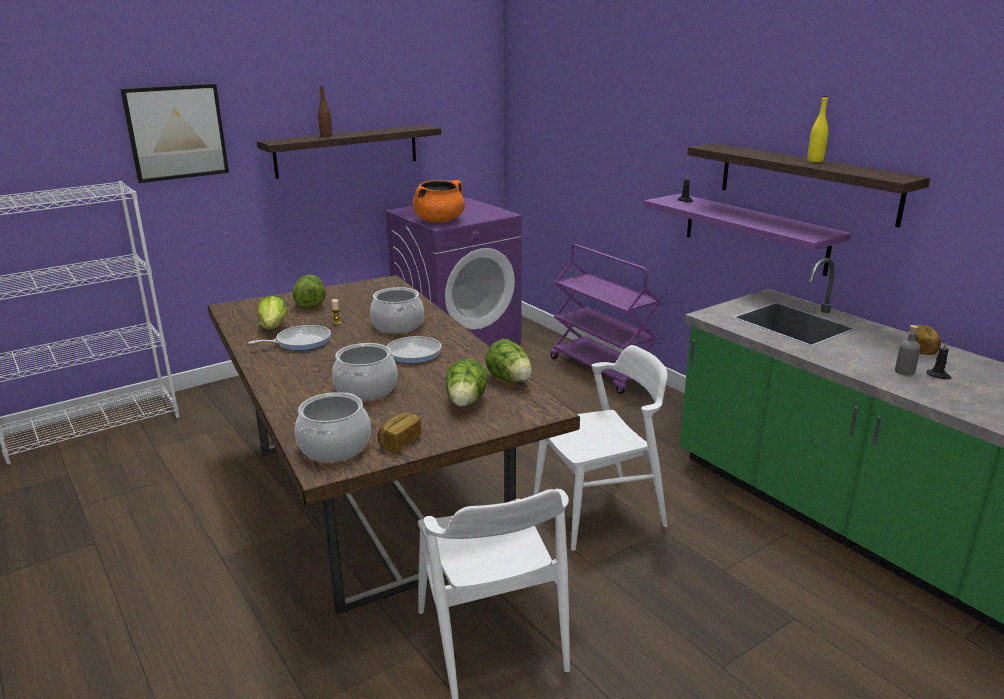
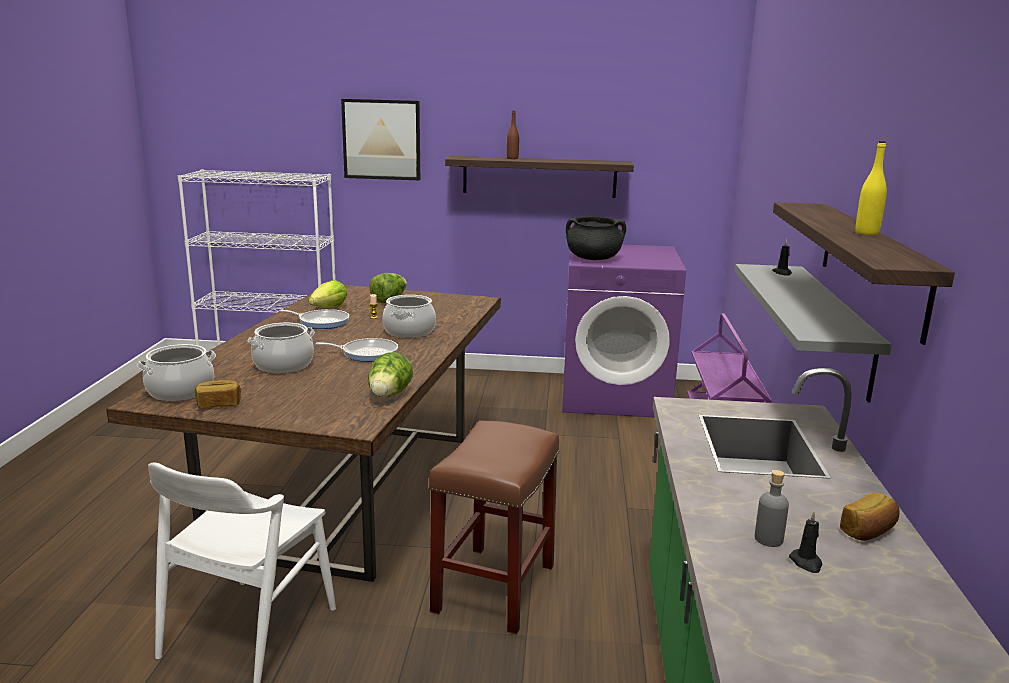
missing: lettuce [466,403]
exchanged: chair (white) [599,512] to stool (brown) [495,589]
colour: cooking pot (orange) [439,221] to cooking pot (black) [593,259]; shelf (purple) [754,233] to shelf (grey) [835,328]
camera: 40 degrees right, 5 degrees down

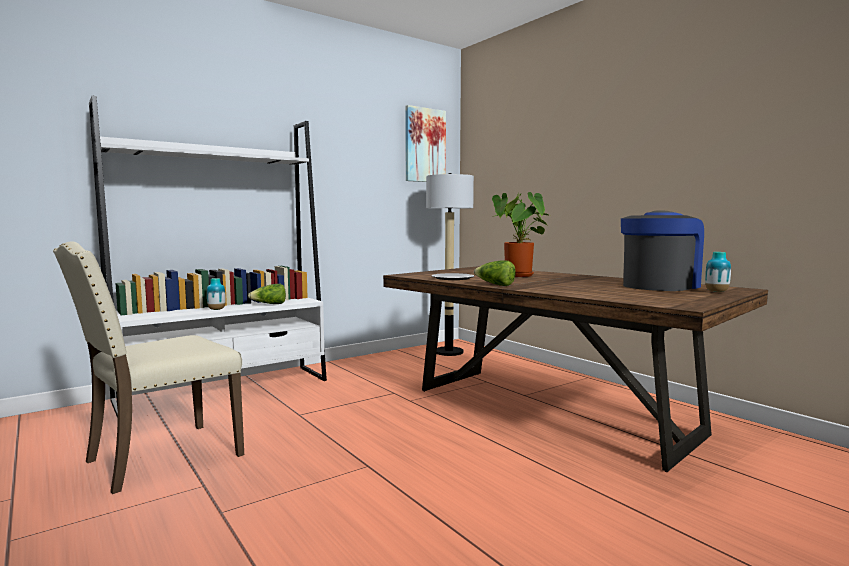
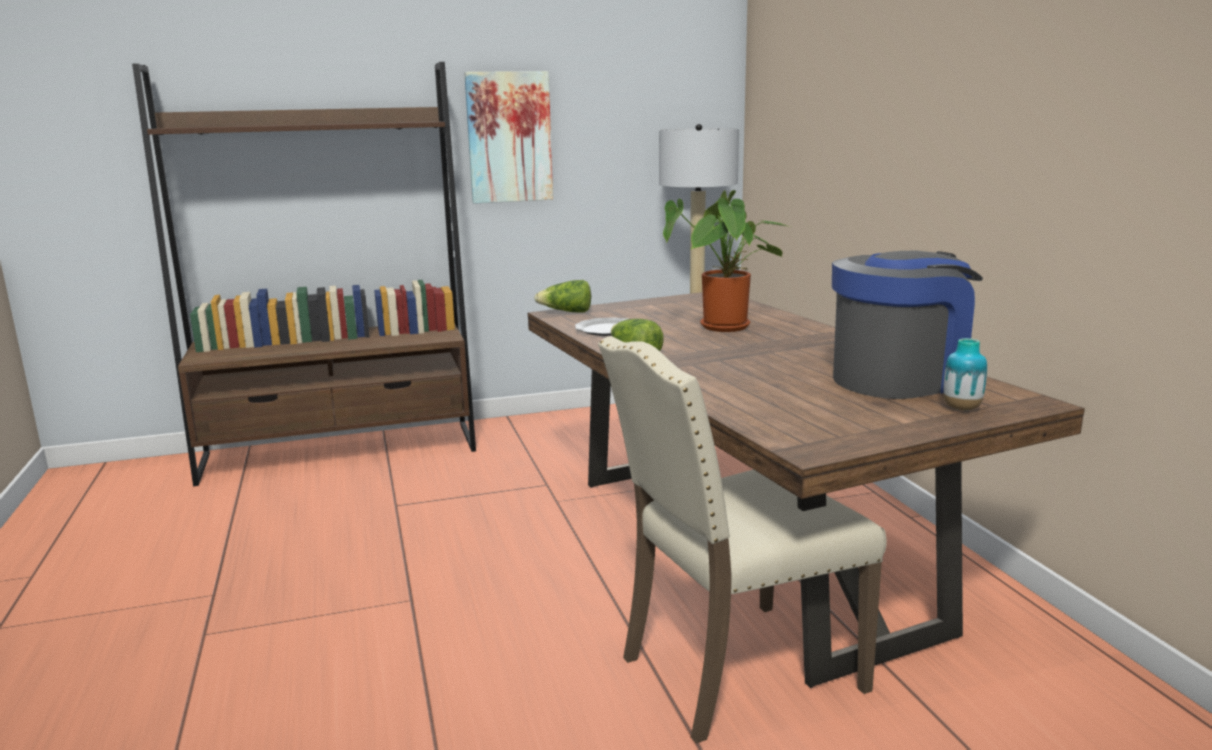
missing: vase [216,309]
relocated: picture [424,145] to [509,137]; lettuce [269,304] to [566,312]; chair (beige) [160,458] to [734,672]
colour: bookcase (white) [226,390] to bookcase (brown) [341,452]
camera: 20 degrees right, 10 degrees up

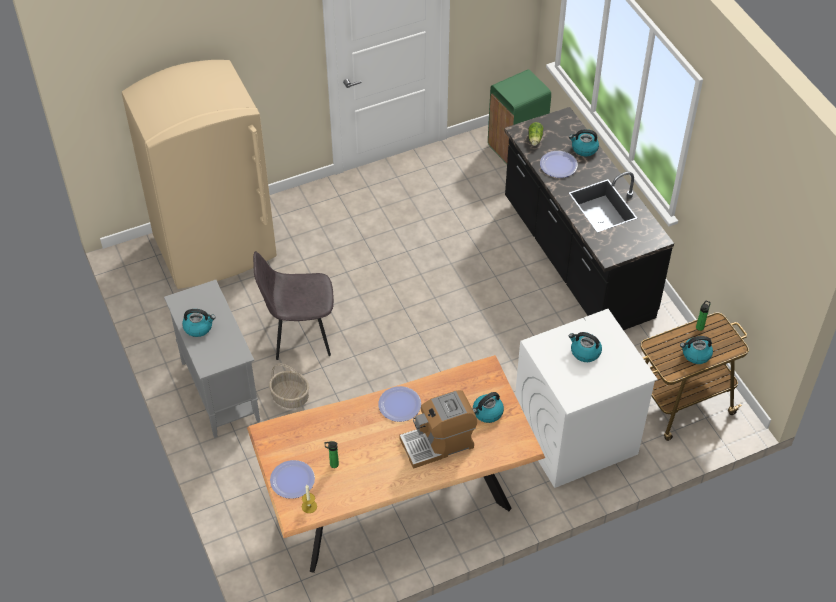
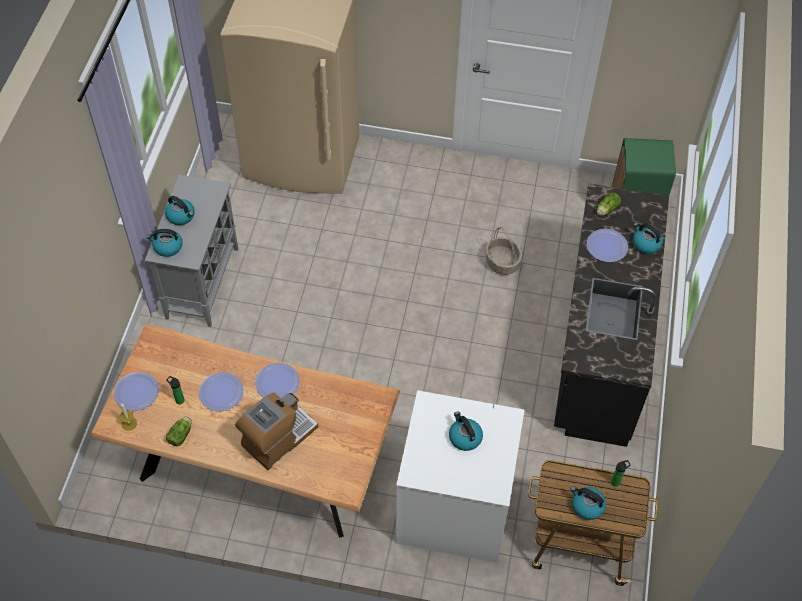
missing: chair (grey) [299,334]
appeared: lettuce [181,434]; plate [221,392]
relocated: kettle [487,413] to [167,247]; basket [291,397] to [502,263]
spun: coffee machine [438,443] = [278,437] 120 degrees clockwise
camera: 35 degrees right, 5 degrees up

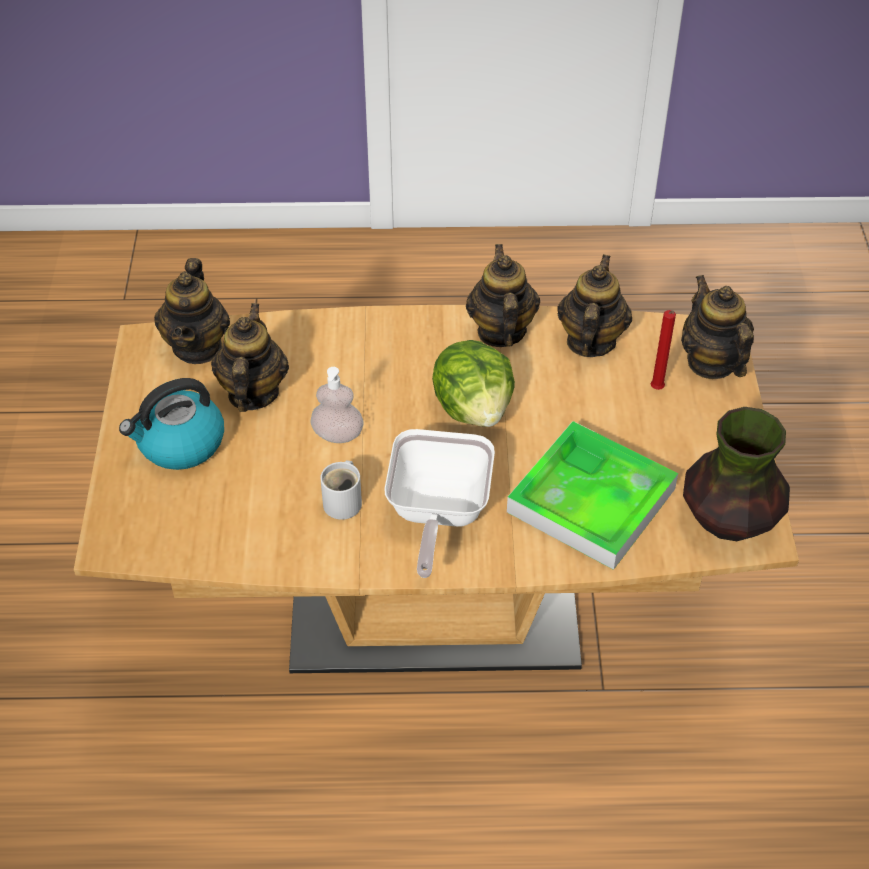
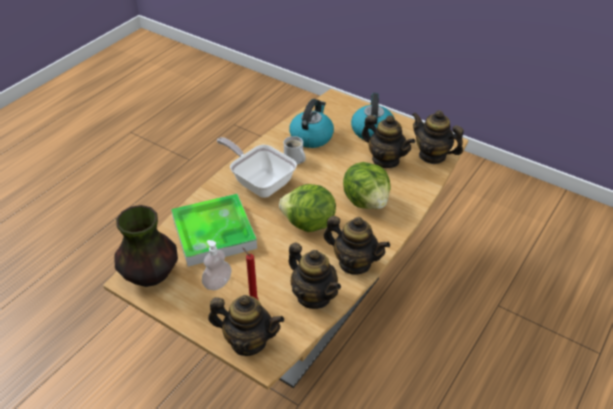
appeared: kettle [311,136]; lettuce [366,201]
relocated: soap dispenser [337,435] to [217,283]
camera: 125 degrees right, 5 degrees down

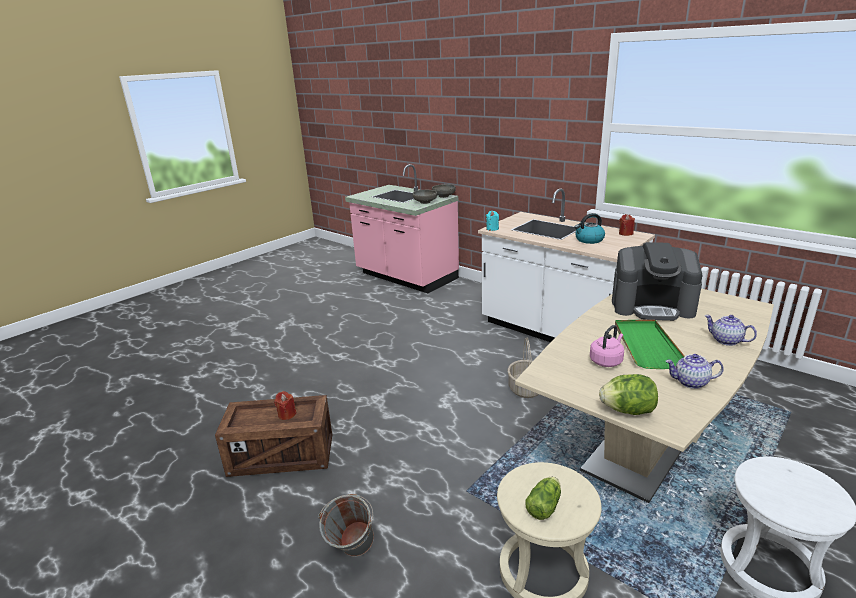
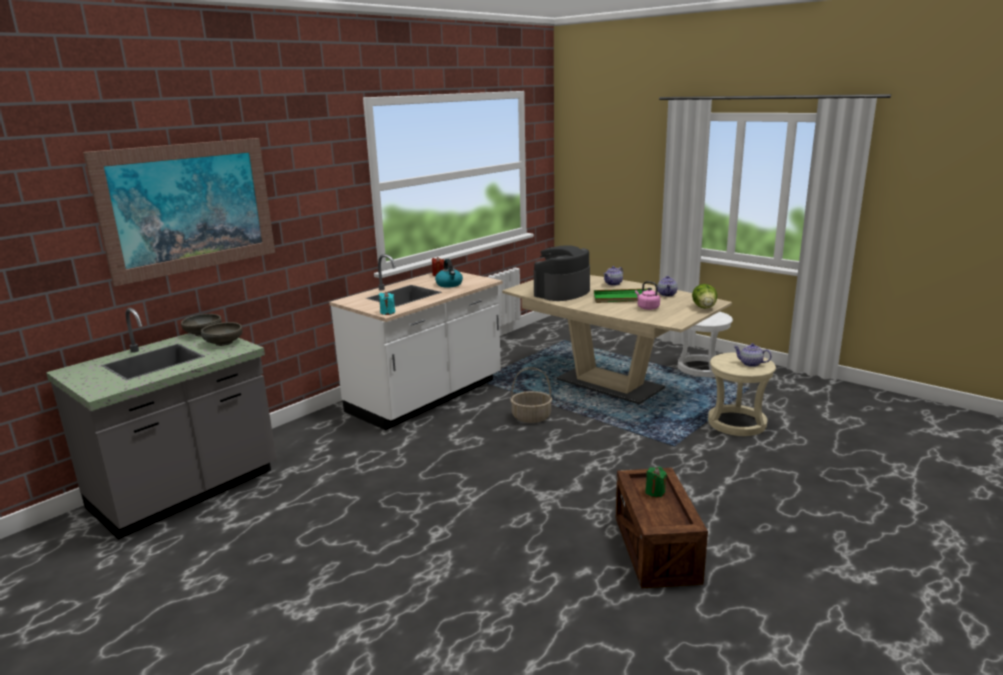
missing: bucket (grey) [352,554]
appeared: picture [189,207]
exchanged: lettuce [545,505] to teapot [750,364]
colour: counter (pink) [406,277] to counter (grey) [186,491]; candle (red) [287,414] to candle (green) [655,492]
spun: coffee machine [652,306] = [562,292] 150 degrees counterclockwise
camera: 90 degrees left, 5 degrees down

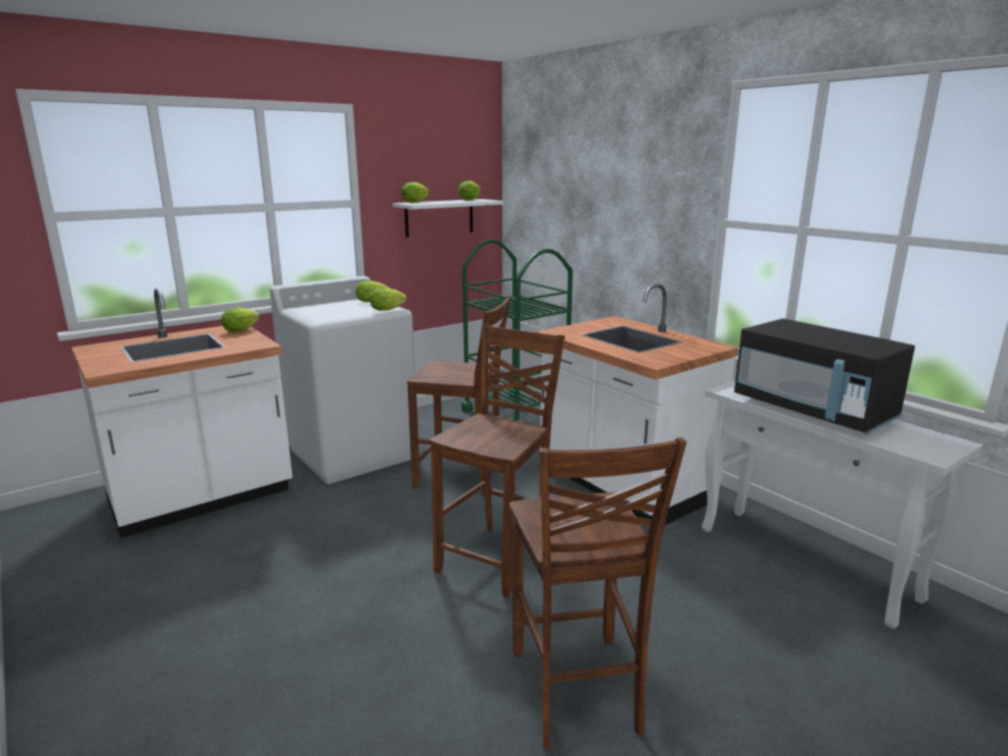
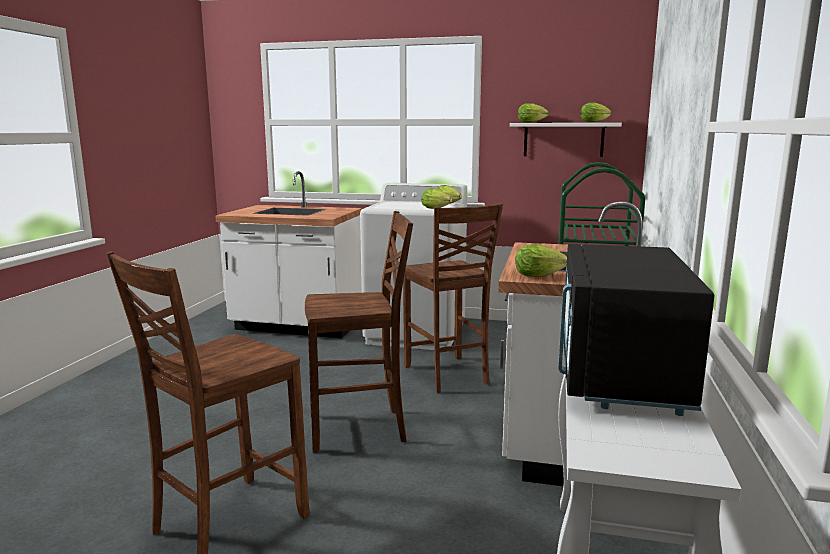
relocated: lettuce [243,330] to [541,276]
camera: 50 degrees right, 5 degrees down

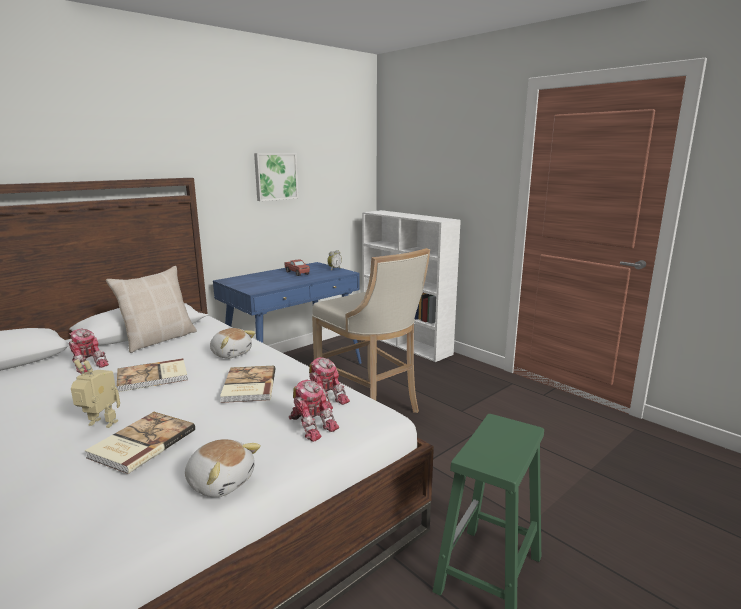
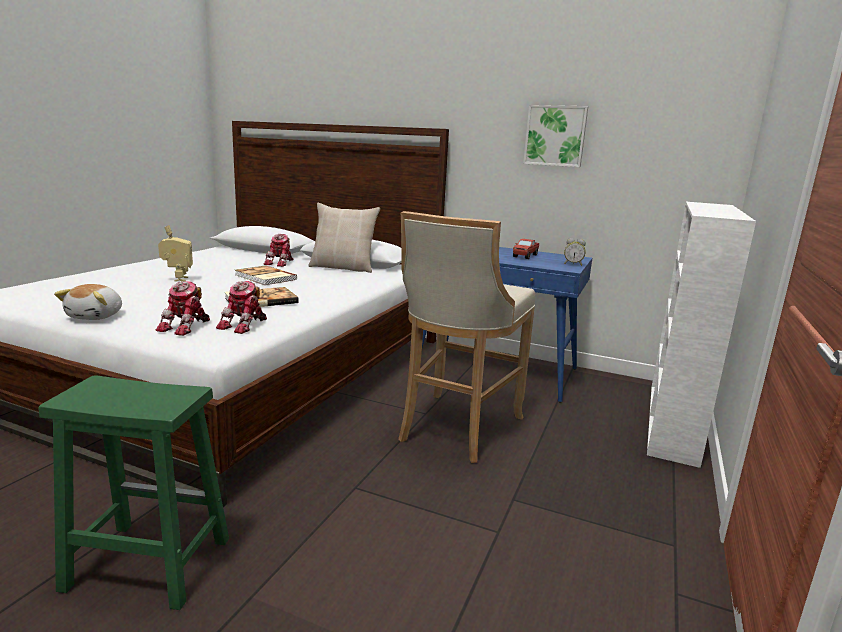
missing: book [141,443]; plush toy [231,353]
camera: 65 degrees right, 0 degrees up

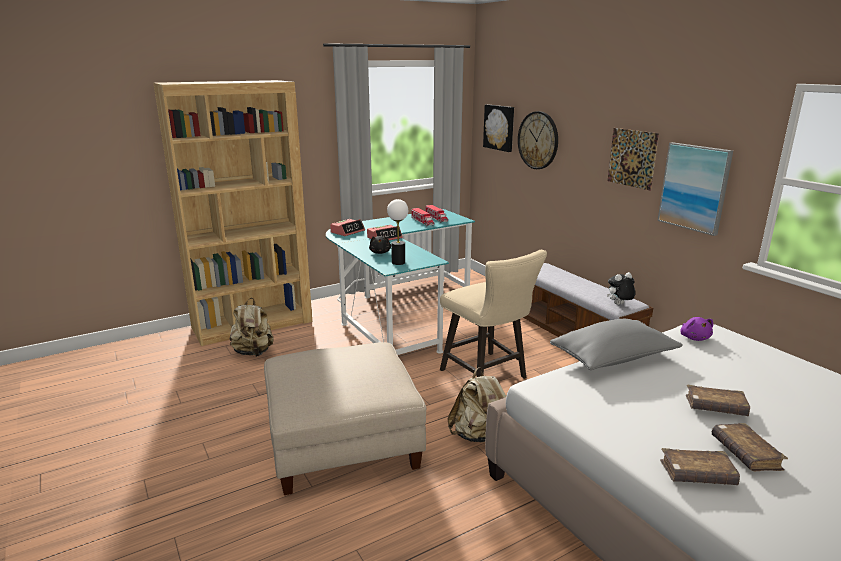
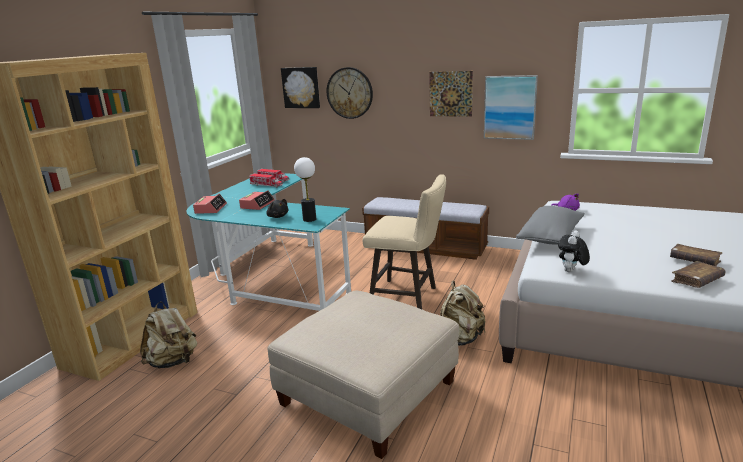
missing: book (brown) [715,407]
relocated: plush toy [619,305] to [571,271]
camera: 35 degrees left, 0 degrees up

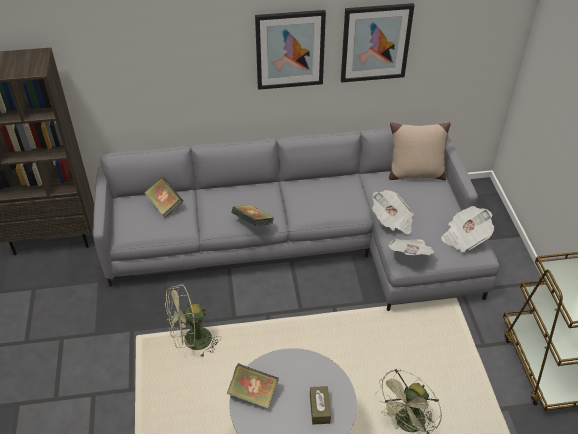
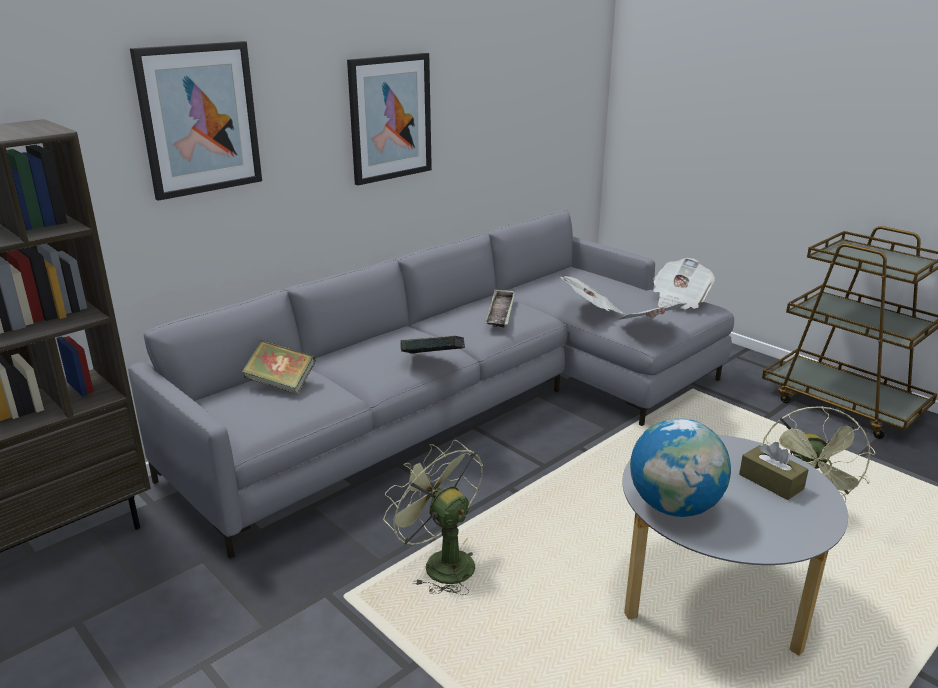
missing: pillow (beige) [414,174]
appeared: tray [500,313]
relocated: picture [375,43] to [199,119]
exchanged: book [253,394] to globe [674,506]
spun: fan (green) [192,342] = [440,563] 105 degrees clockwise
camera: 35 degrees left, 20 degrees down

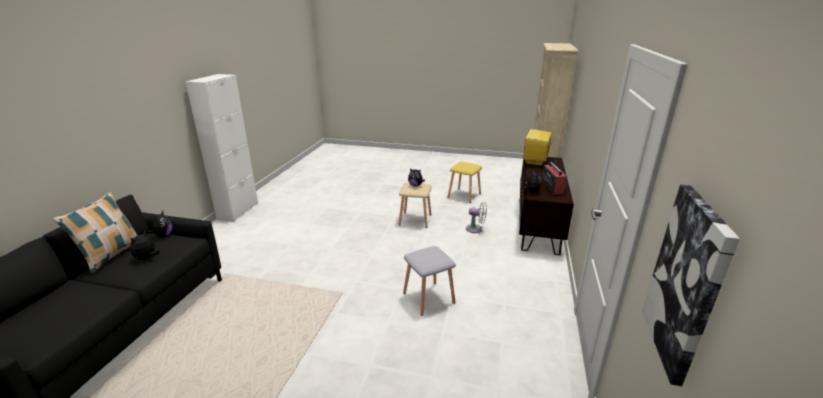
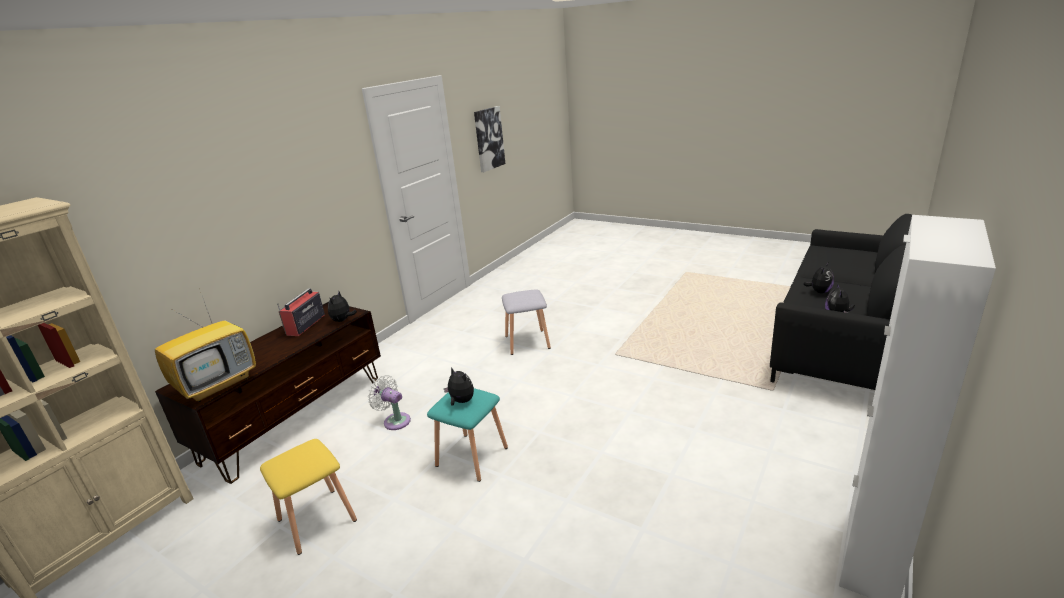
missing: pillow [111,255]
colour: stool (beige) [415,219] to stool (turquoise) [470,456]
camera: 160 degrees left, 0 degrees up

